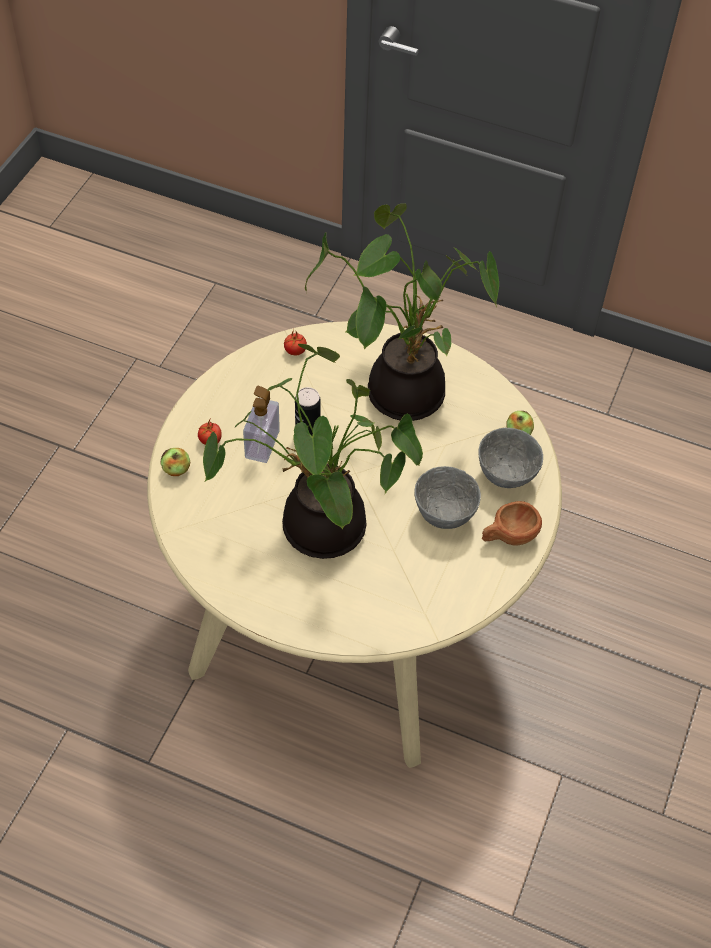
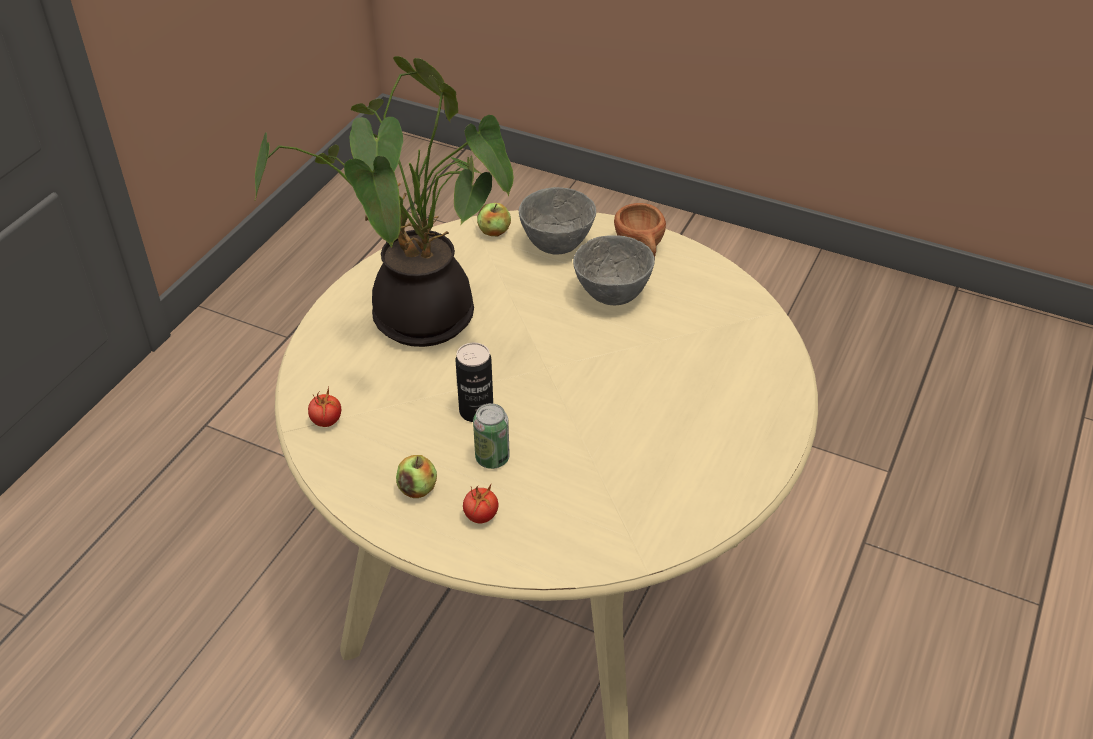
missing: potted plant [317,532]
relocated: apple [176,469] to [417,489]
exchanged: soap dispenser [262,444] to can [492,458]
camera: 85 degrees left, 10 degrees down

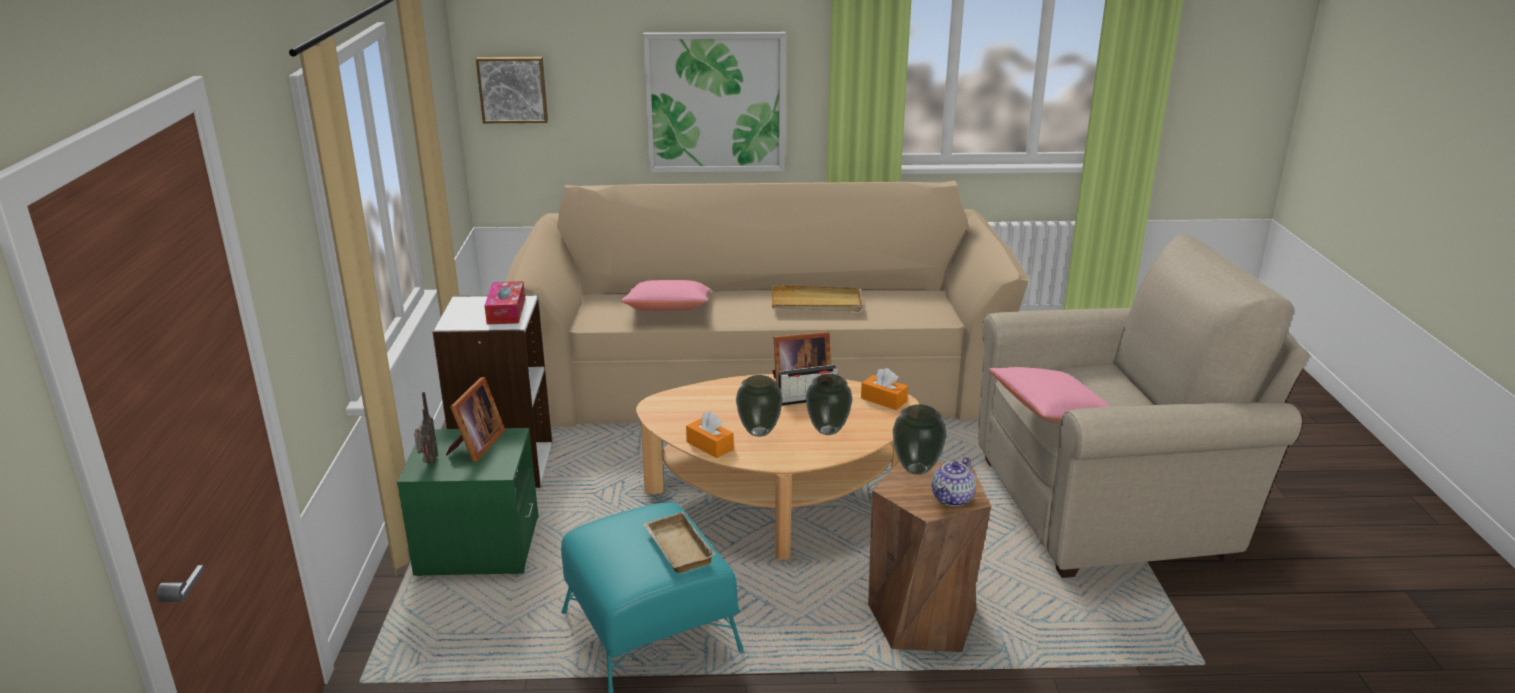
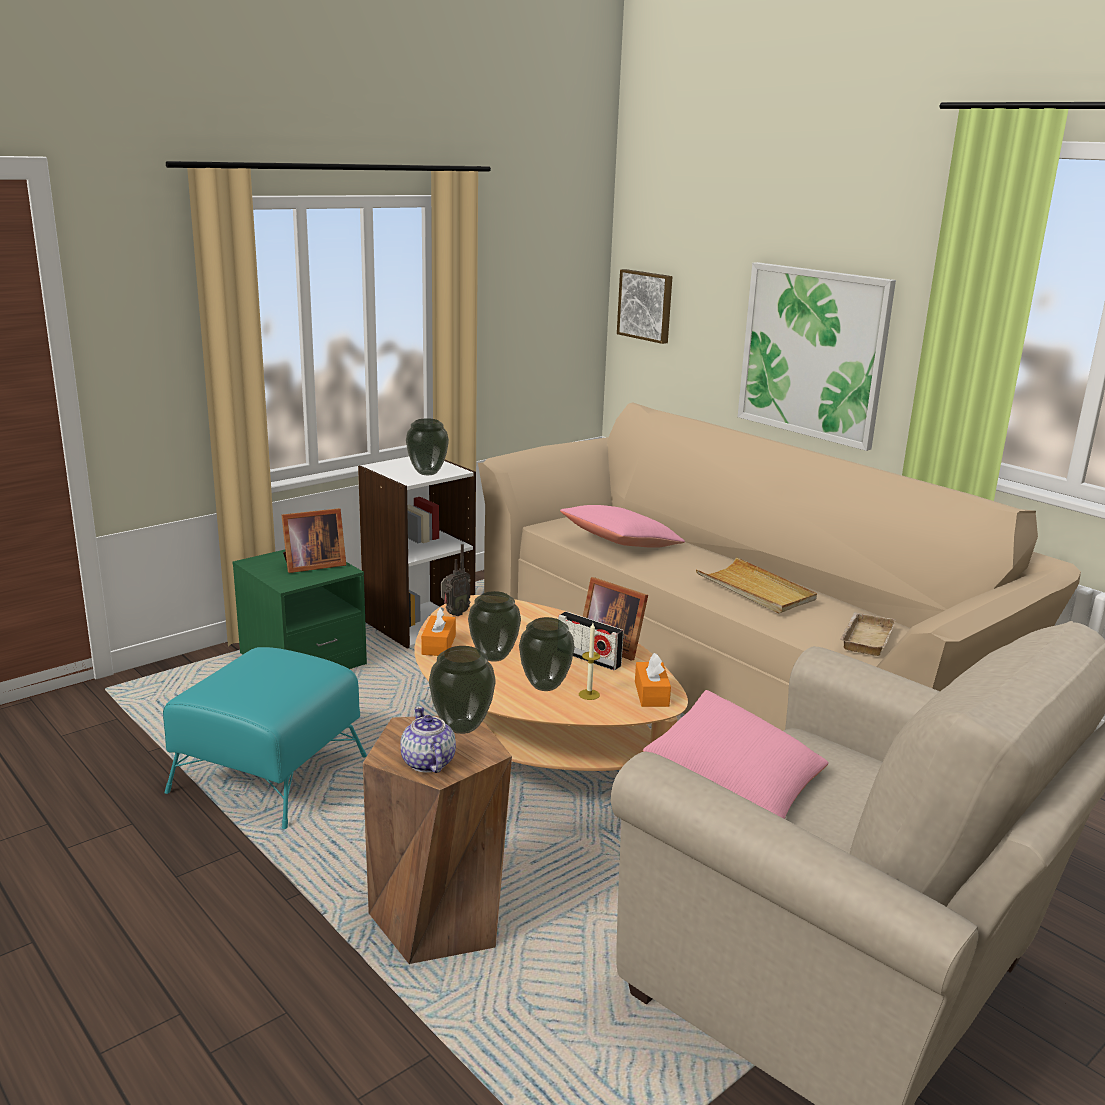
appeared: candle [589,694]
relocated: radio [428,462] to [454,614]; tray (beige) [676,548] to [864,638]
exchanged: tissue box [506,311] to vase [427,472]
spun: teapot [953,498] = [427,763] 75 degrees clockwise
camera: 50 degrees right, 5 degrees down

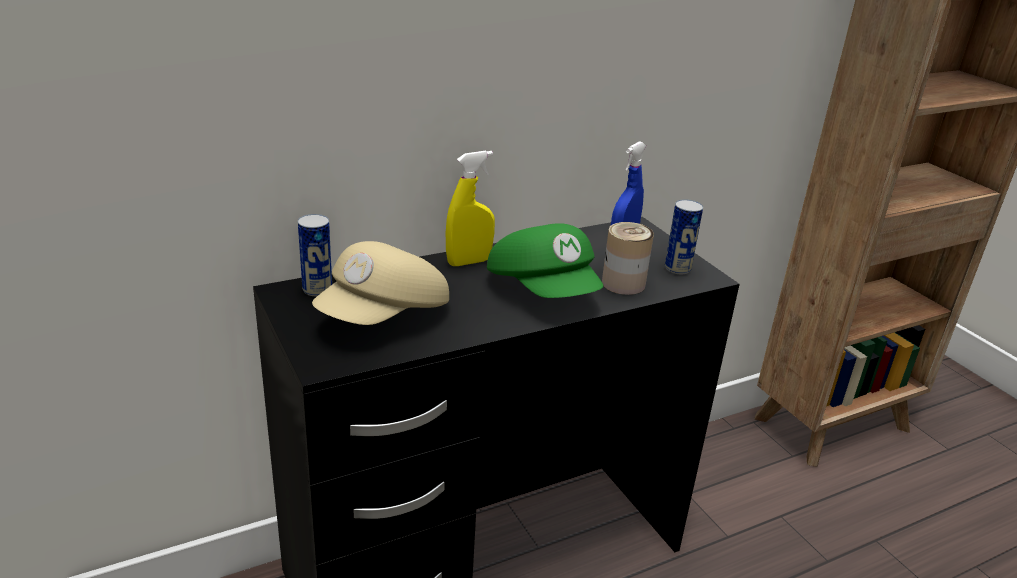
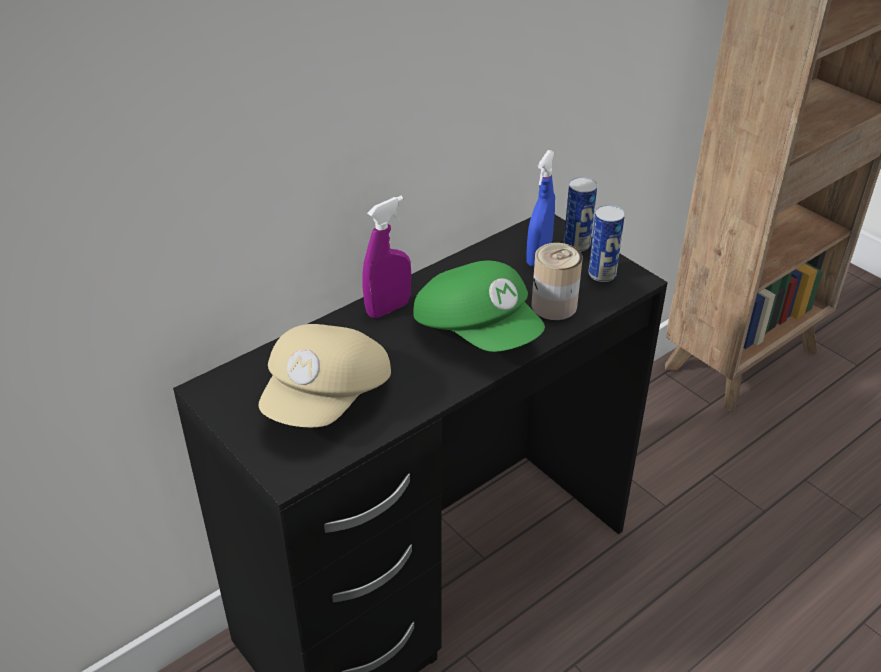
relocated: can [317,289] to [576,245]
colour: spray bottle (yellow) [469,262] to spray bottle (purple) [388,308]
camera: 10 degrees left, 10 degrees up

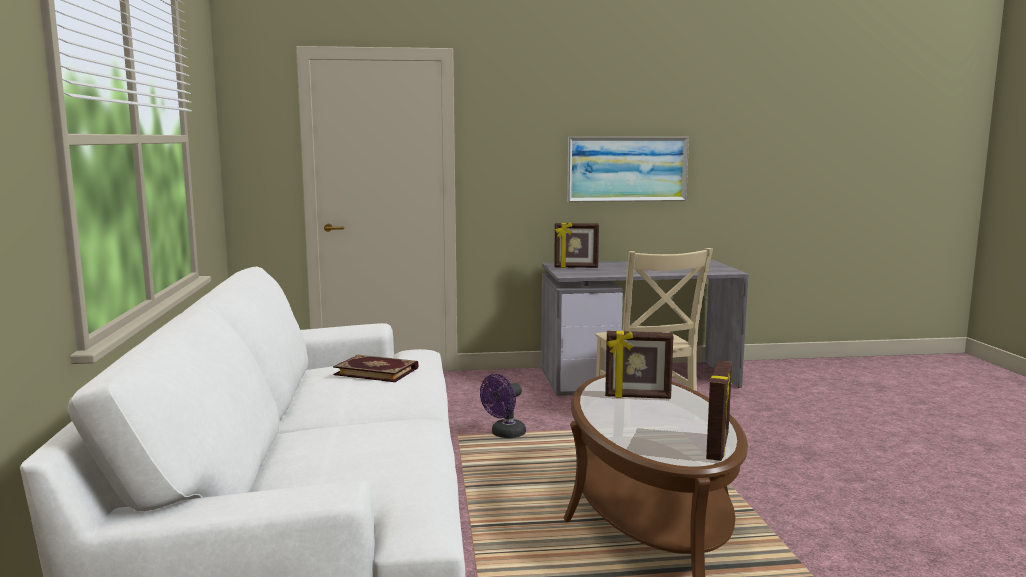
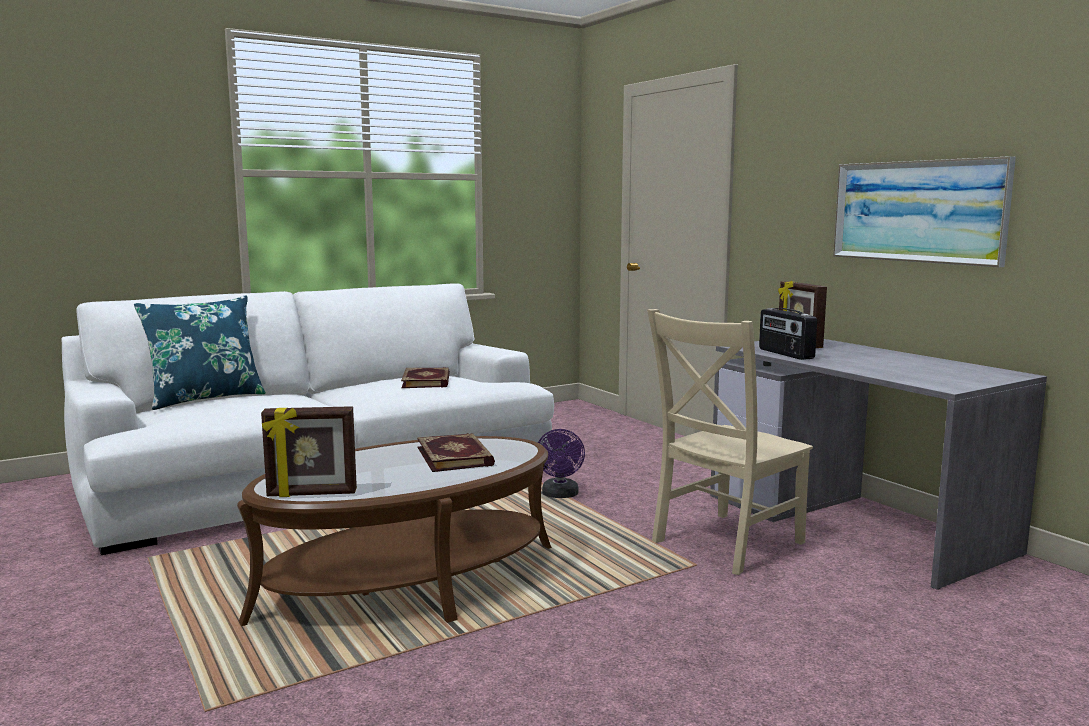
appeared: pillow (blue) [205,398]; radio [785,354]
exchanged: picture frame [637,397] to book [456,456]
spun: fan (purple) [504,435] = [560,495] 105 degrees counterclockwise
camera: 65 degrees right, 0 degrees up

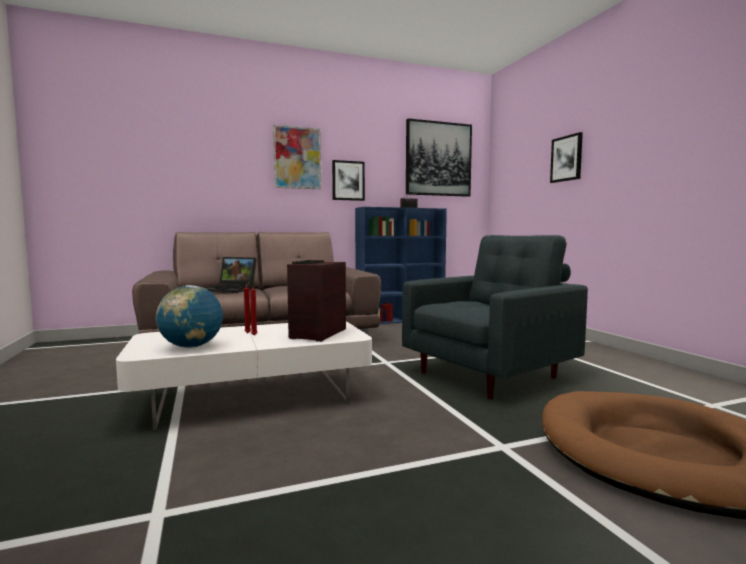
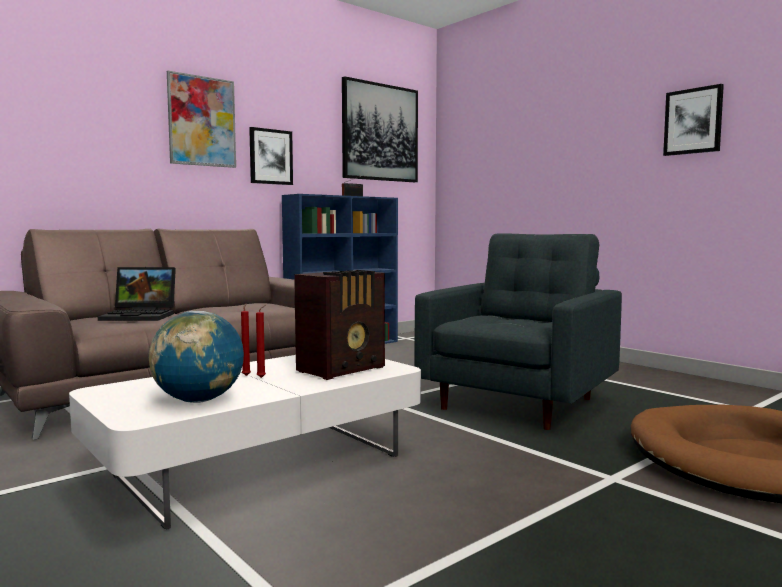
relocated: picture [566,158] to [693,121]
spun: radio [316,334] = [343,369] 135 degrees counterclockwise
camera: 20 degrees left, 0 degrees up

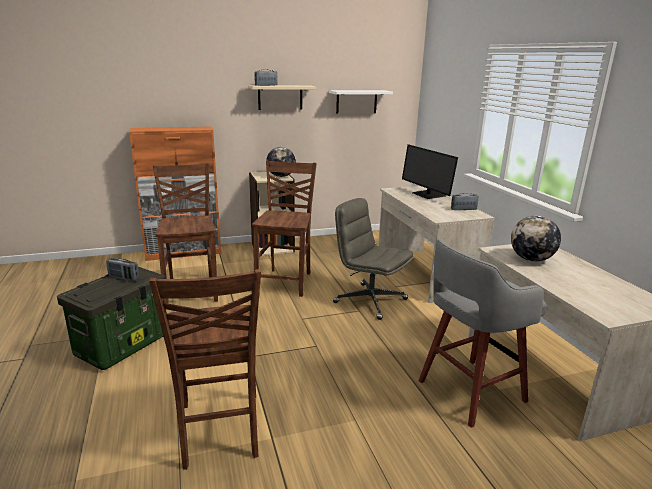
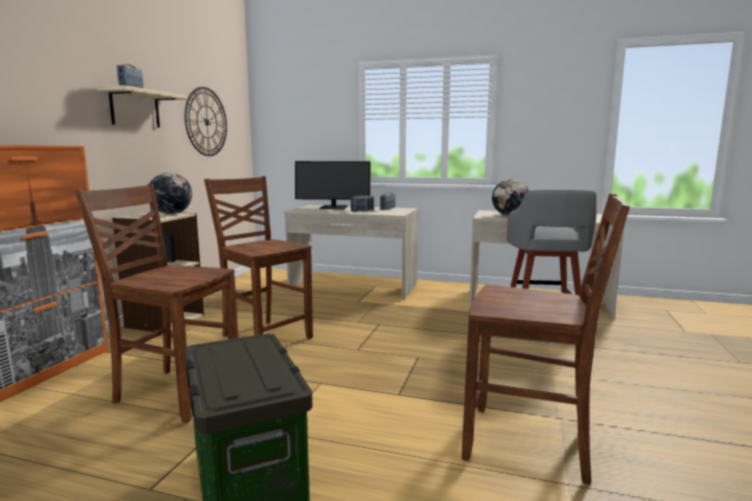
missing: office chair (grey) [369,300]
relocated: radio [123,278] to [362,211]
exchanged: shelf (white) [356,101] to wall clock [206,122]
camera: 55 degrees left, 10 degrees down

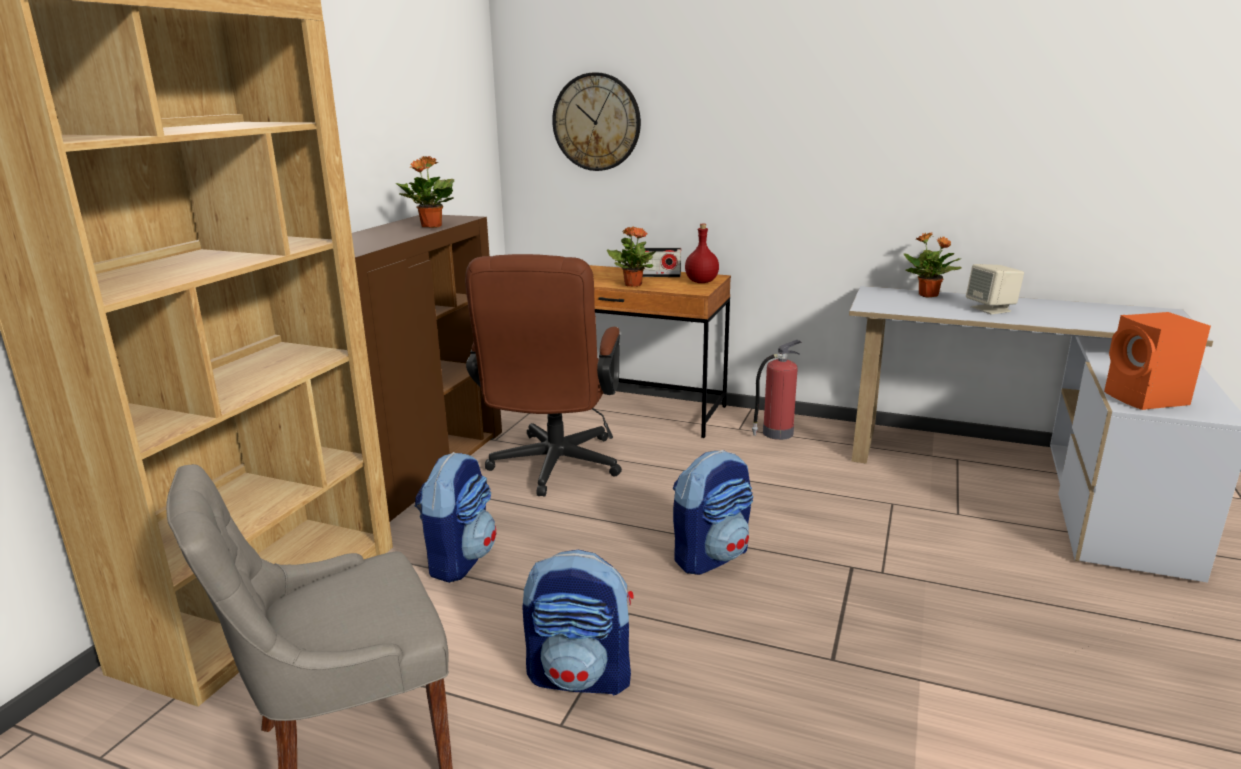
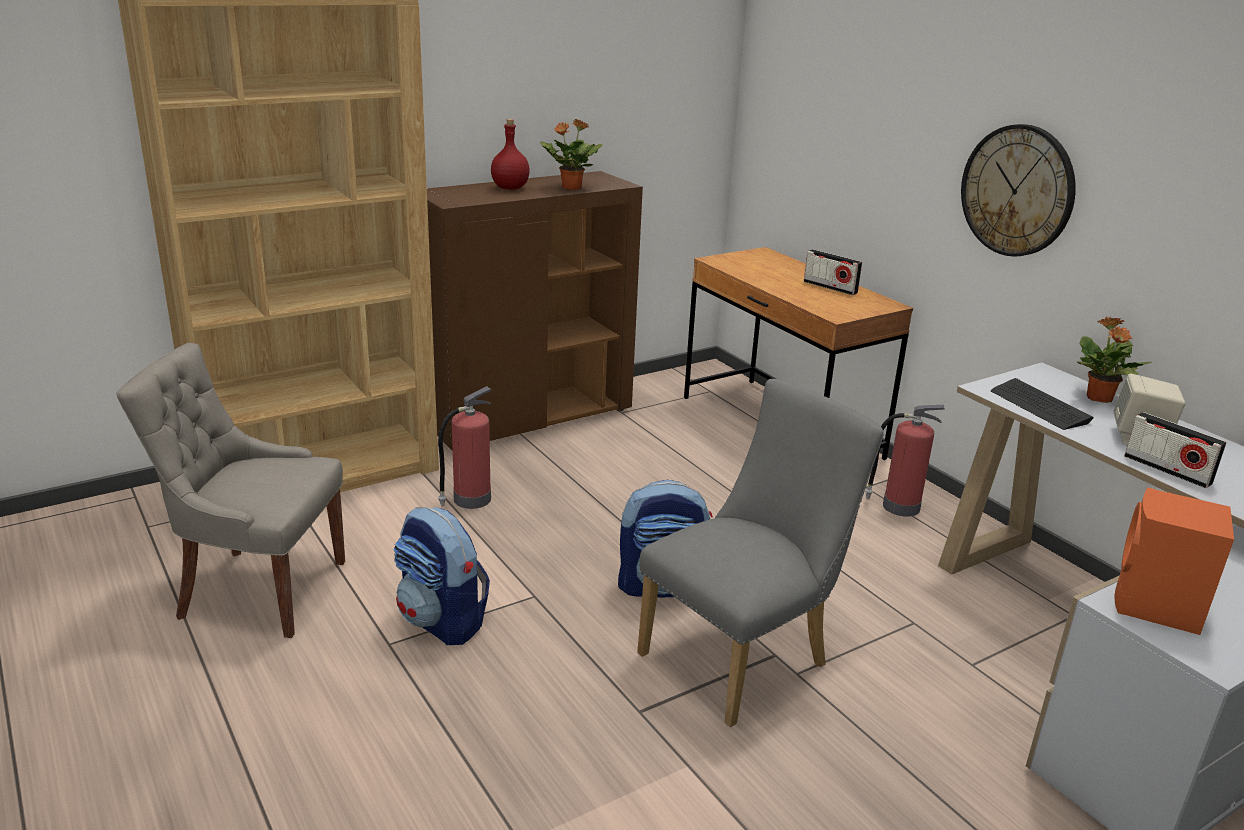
missing: office chair (brown) [552,469]; potted plant [633,284]
appeared: chair (grey) [744,656]; keyboard [1039,406]; radio [1167,470]
relocated: bottle (red) [702,282] to [511,188]; wall clock [596,122] to [1017,190]
exchanged: backpack [459,559] to fire extinguisher [470,499]
camera: 35 degrees right, 5 degrees up

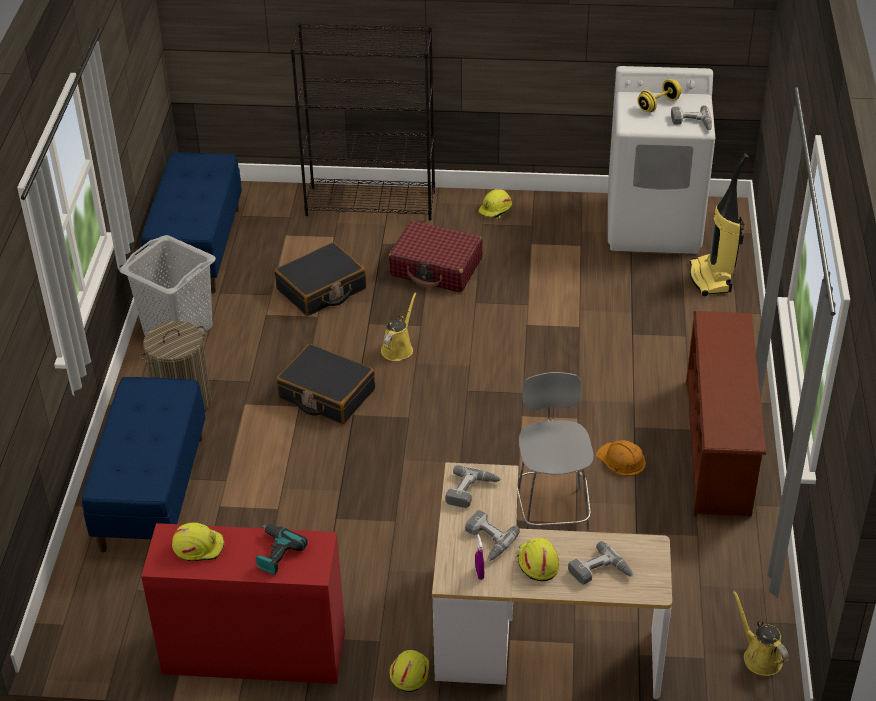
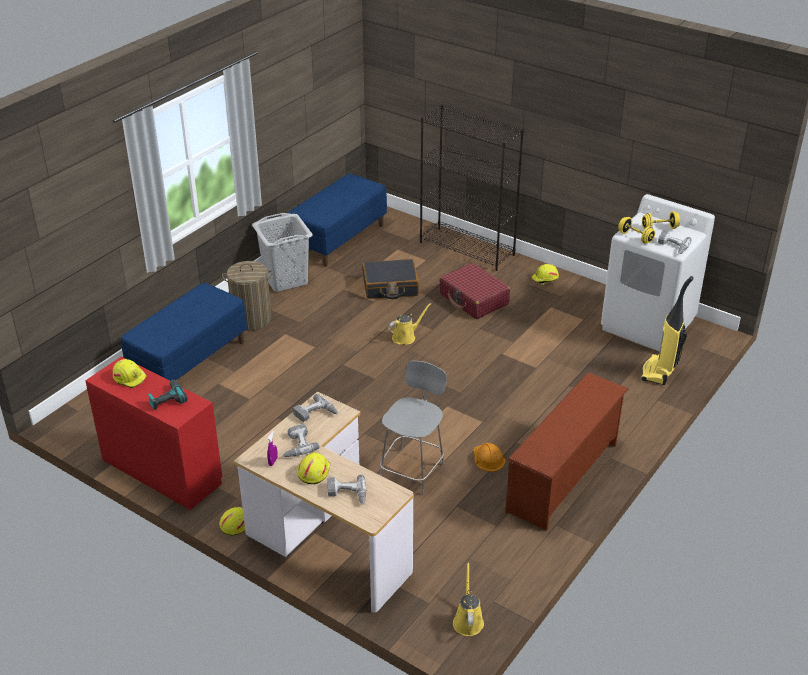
missing: suitcase (black) [326,394]
appeared: dumbbell (yellow) [635,237]
camera: 30 degrees right, 5 degrees down

